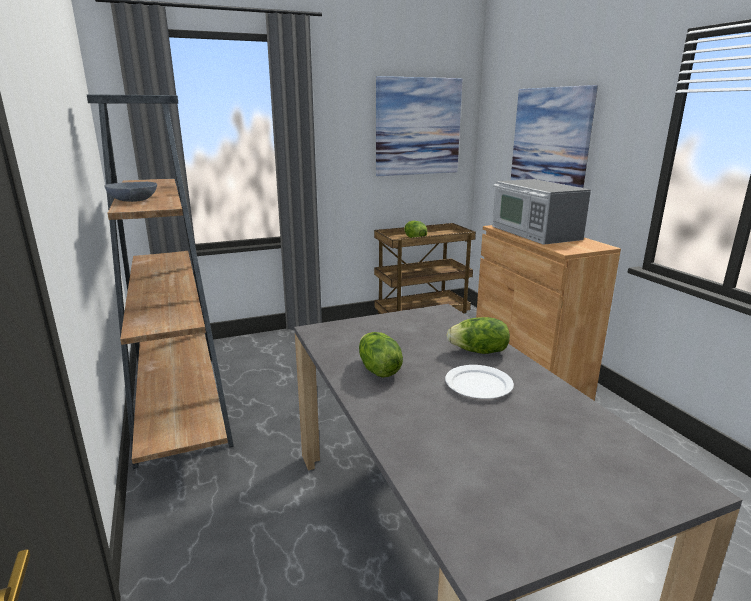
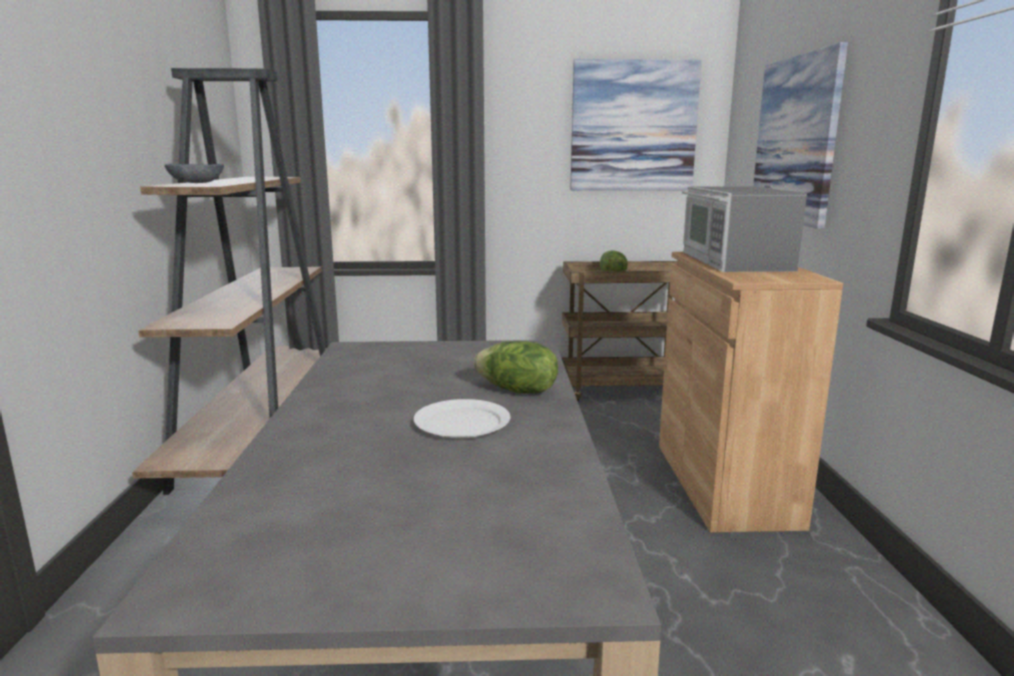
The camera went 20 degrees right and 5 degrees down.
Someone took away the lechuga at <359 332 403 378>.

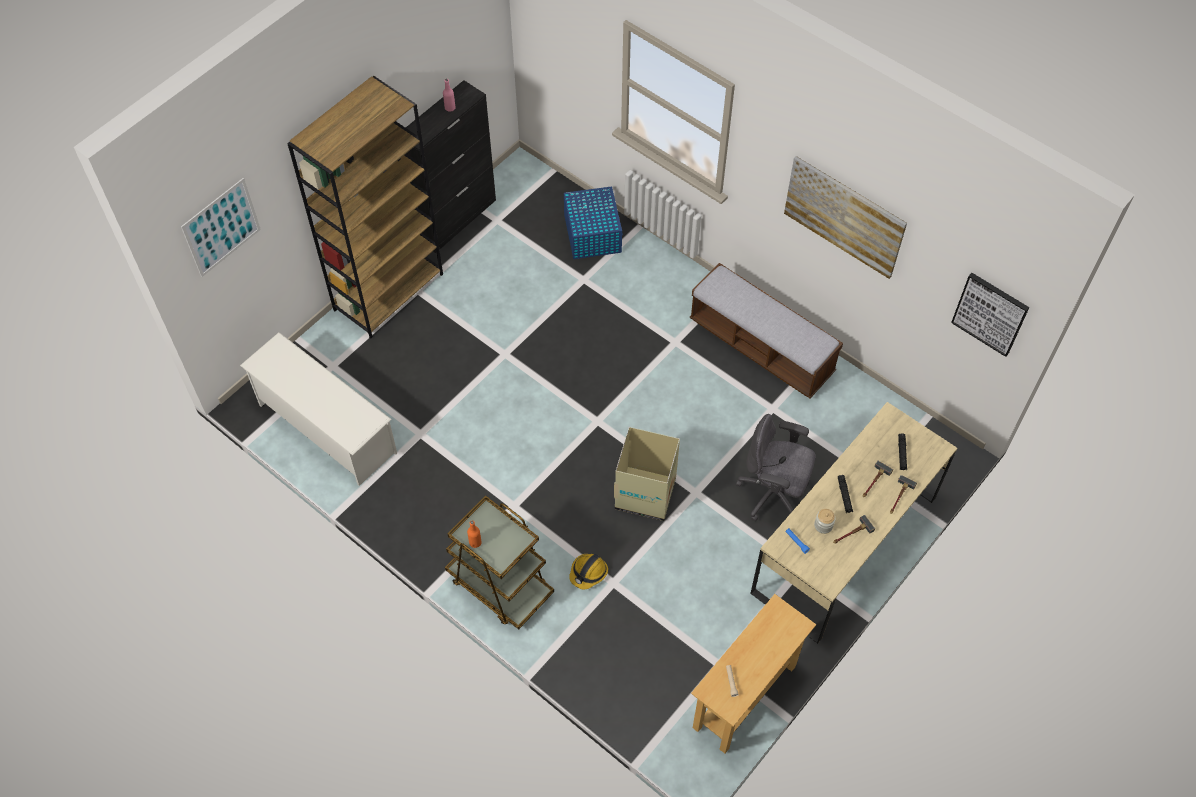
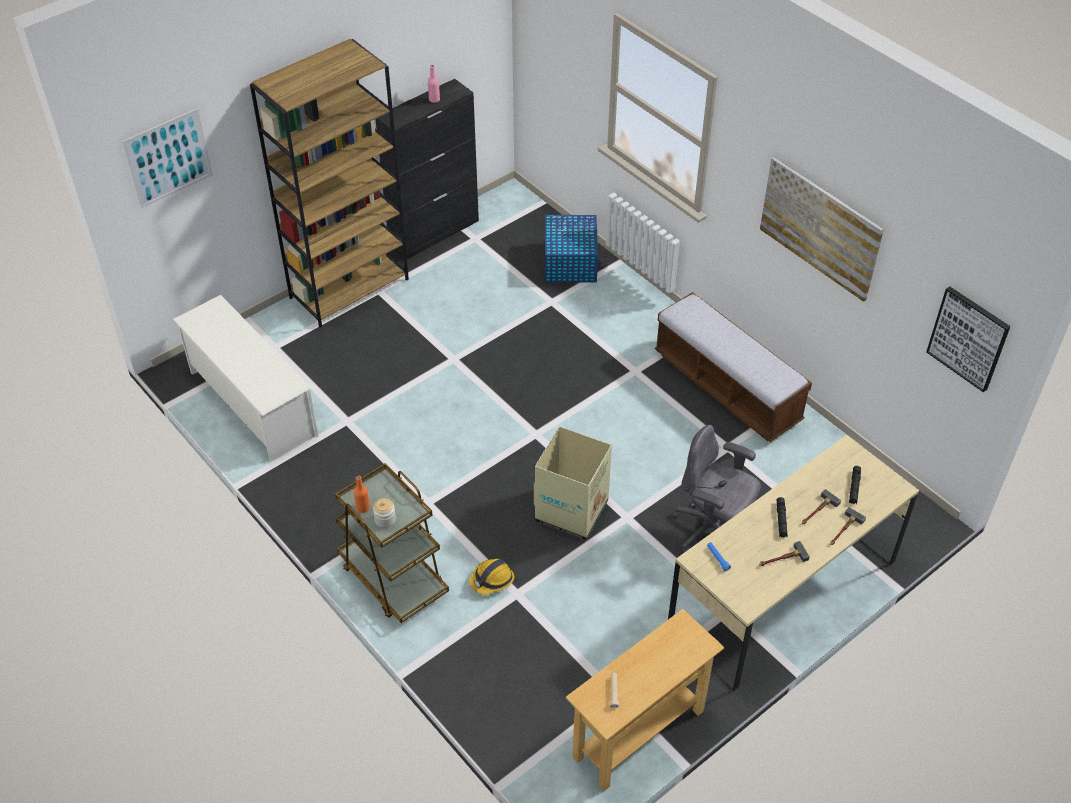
The camera went 10 degrees right and 10 degrees down.
Someone carried the tarro from <814 509 836 534> to <373 498 396 528>.

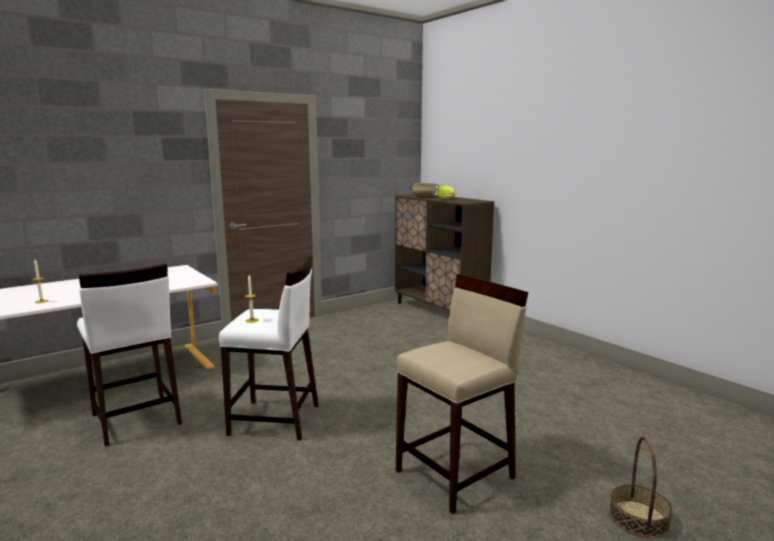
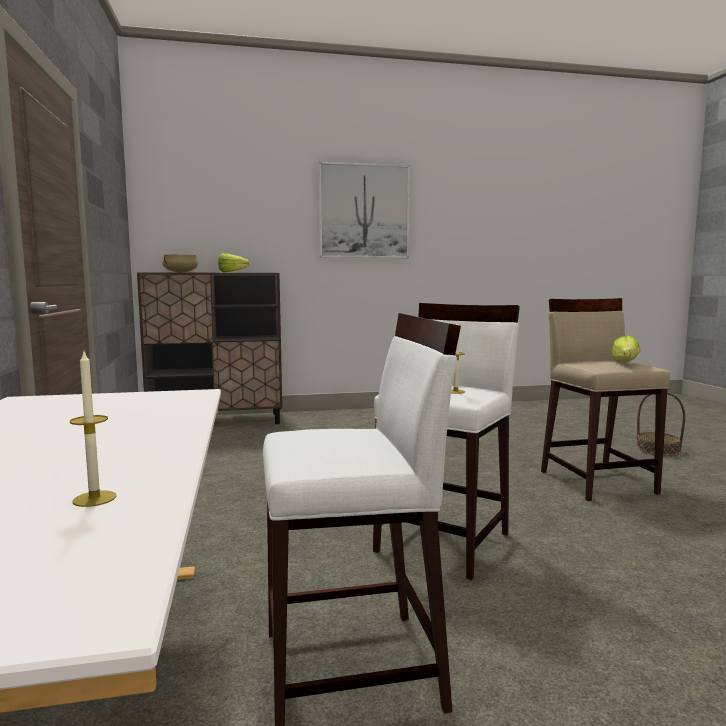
The camera went 65 degrees left and 5 degrees down.
Someone put up the cuadro at <319 161 410 258>.
Someone put down the lechuga at <611 335 640 362>.

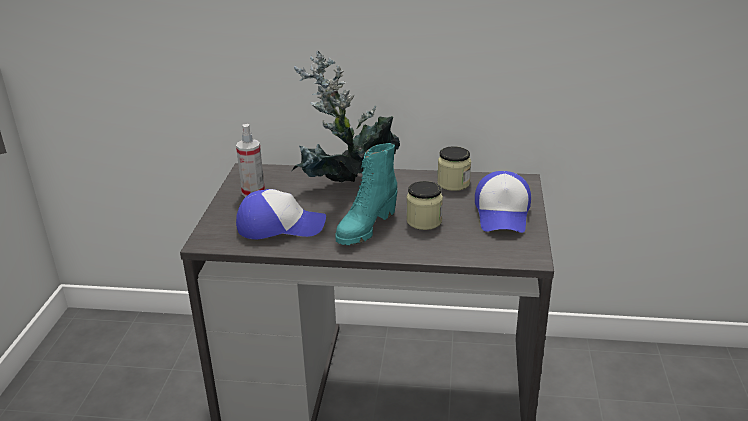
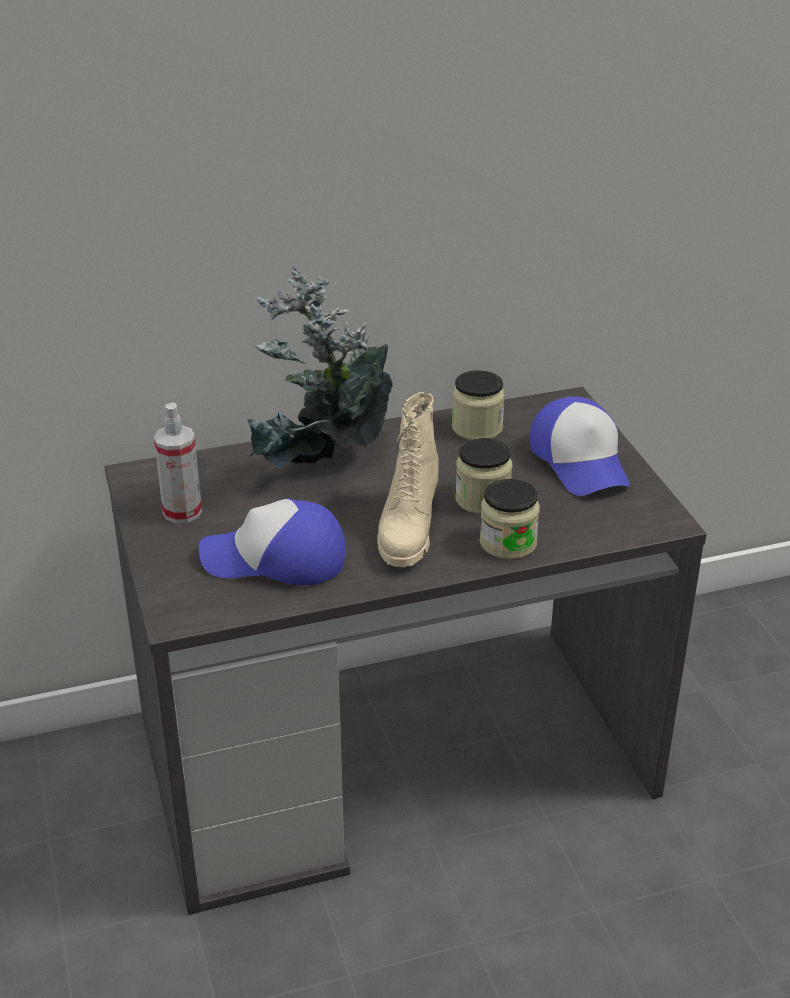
The camera went 25 degrees left and 5 degrees up.
Someone put down the tarro at <480 479 540 559>.
Someone repainted the bota/turquesa at <335 143 397 245>, which became the bota/beis at <377 392 439 568>.
Someone rotated the gorra at <236 189 326 239> by 150 degrees counterclockwise.

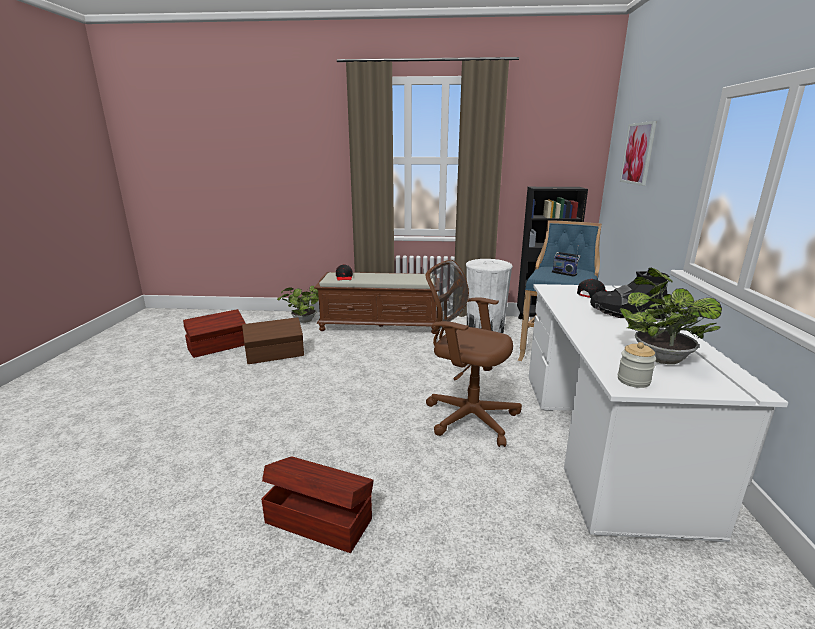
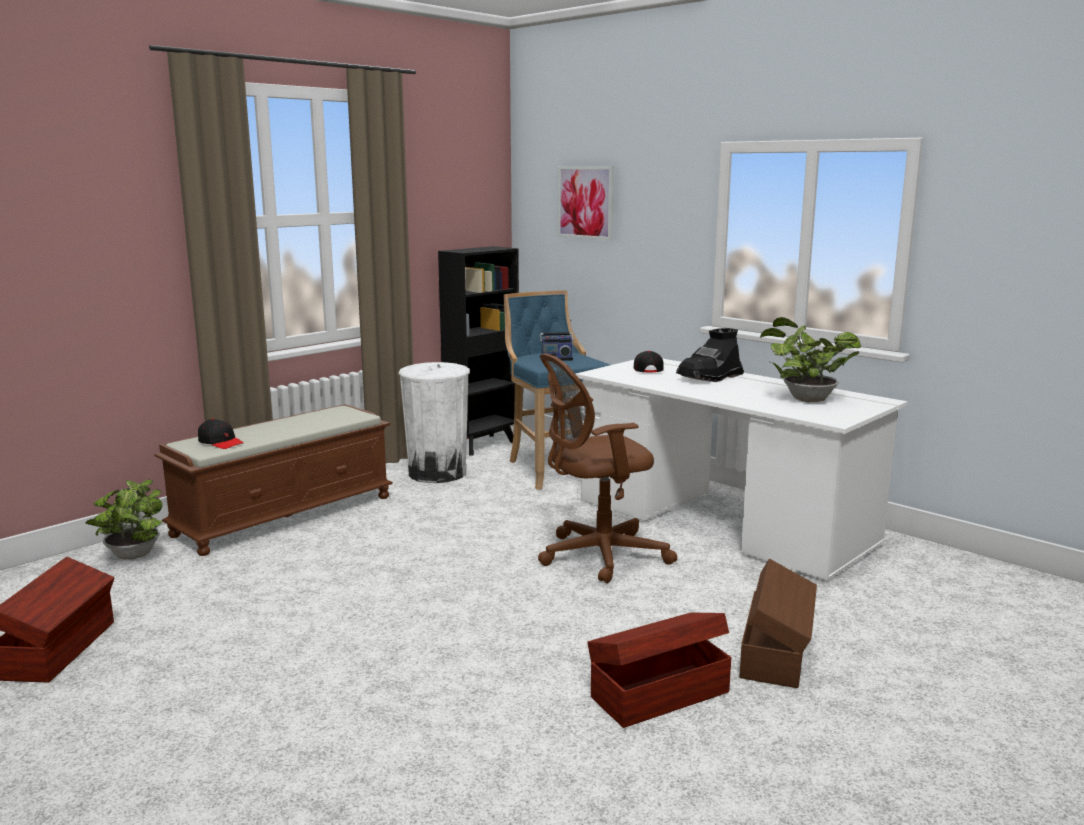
The camera went 50 degrees left and 5 degrees down.
Someone took away the tarro at <618 342 656 388>.
Someone carried the caja de almacenaje/marrón from <242 317 304 364> to <740 559 817 688>.

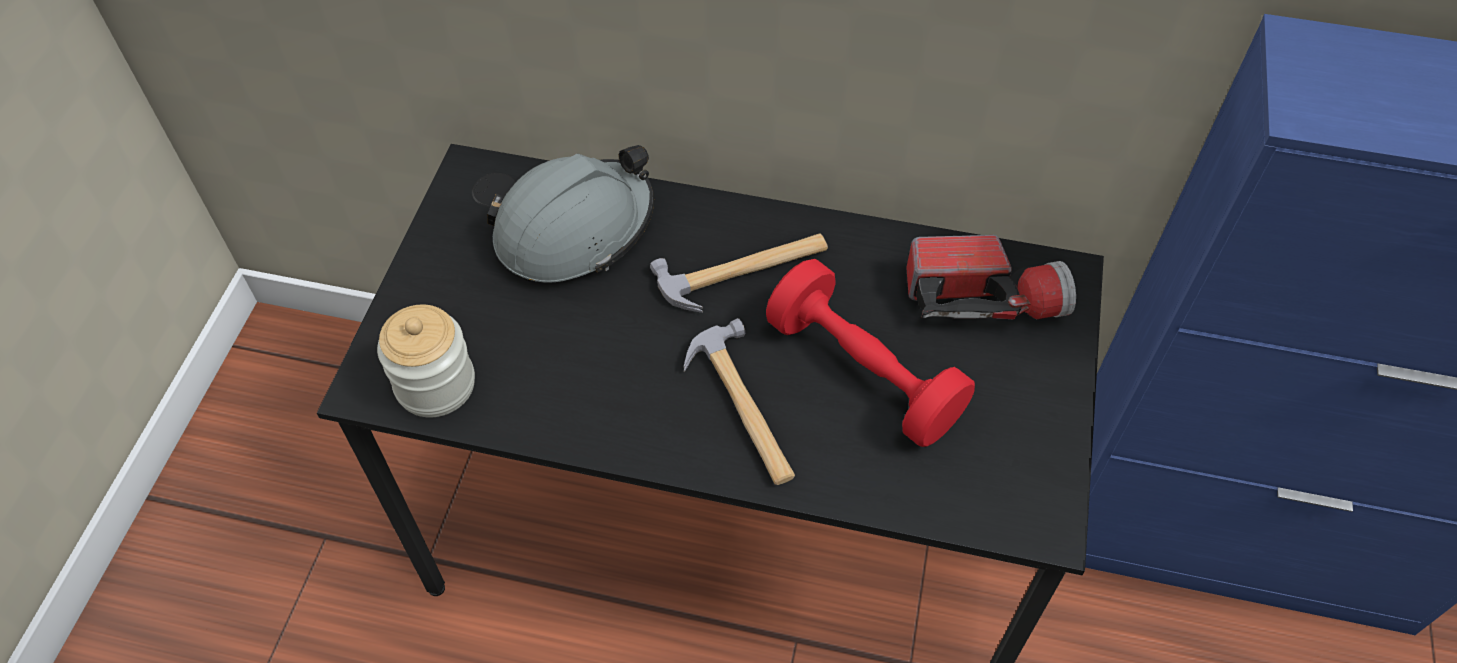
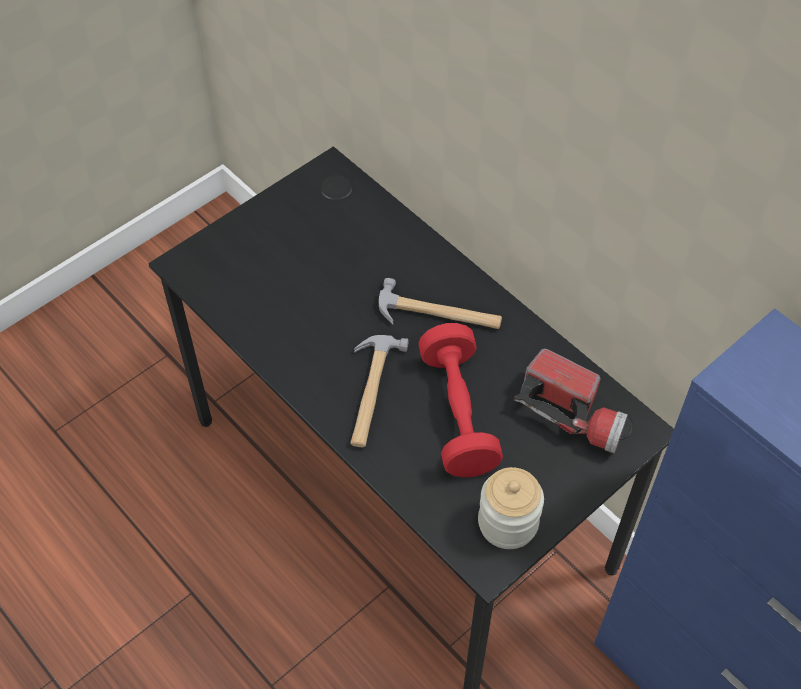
The camera went 35 degrees right and 0 degrees up.
Someone took away the casco/gris at <487 145 654 283>.
Someone carried the tarro from <377 304 475 417> to <478 467 544 549>.

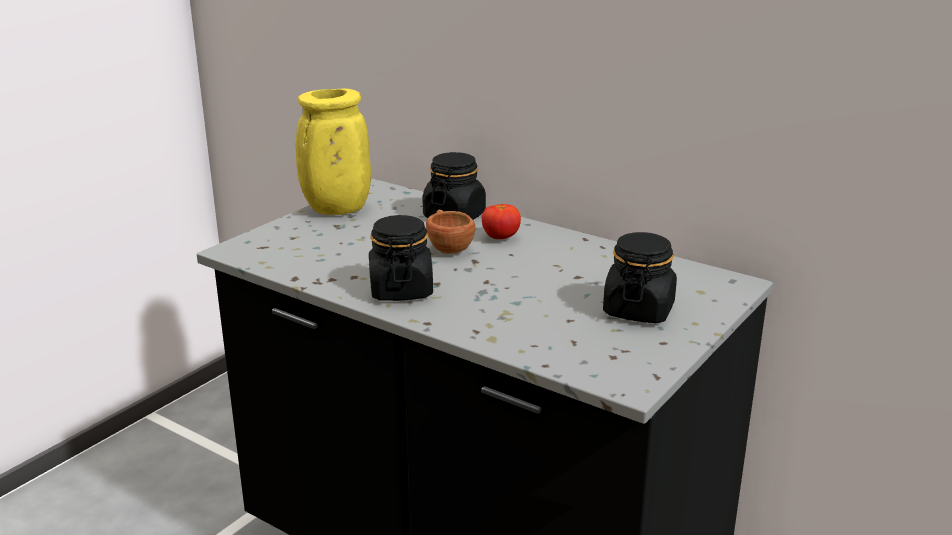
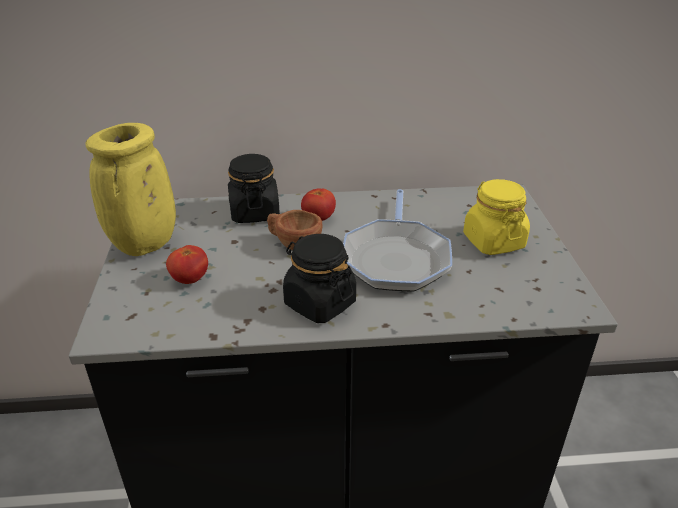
The camera went 40 degrees left and 10 degrees up.
Someone put down the tomate at <166 245 208 284>.
Someone put down the sartén at <343 189 452 292>.
Someone repainted the tarro/negro at <603 232 677 323>, which became the tarro/amarillo at <463 179 530 255>.

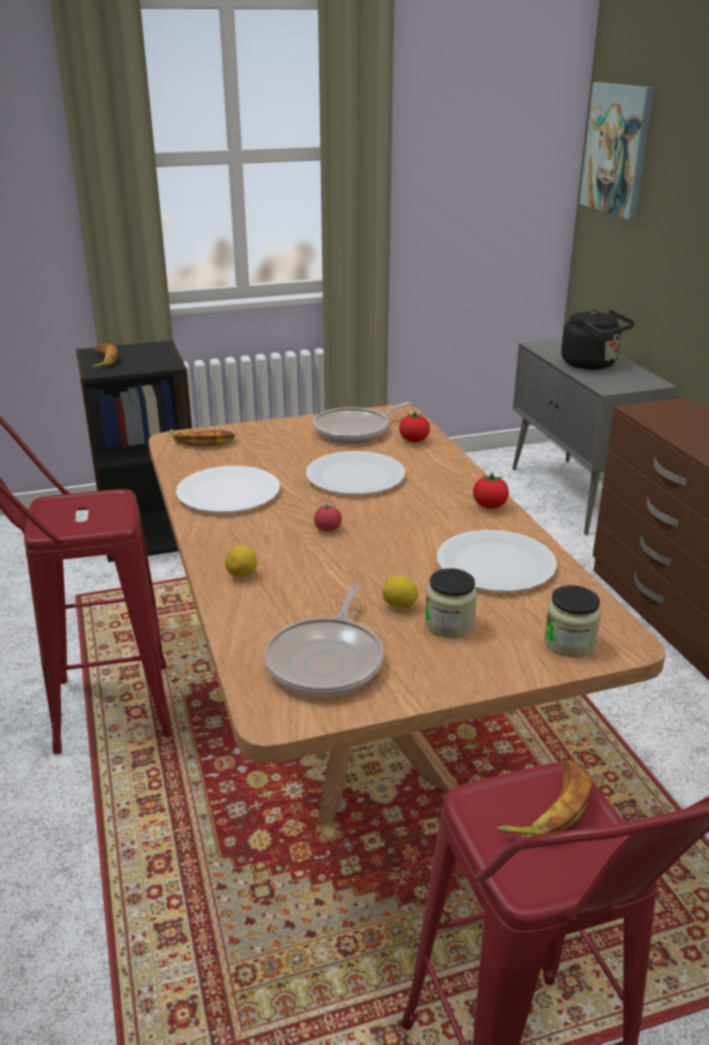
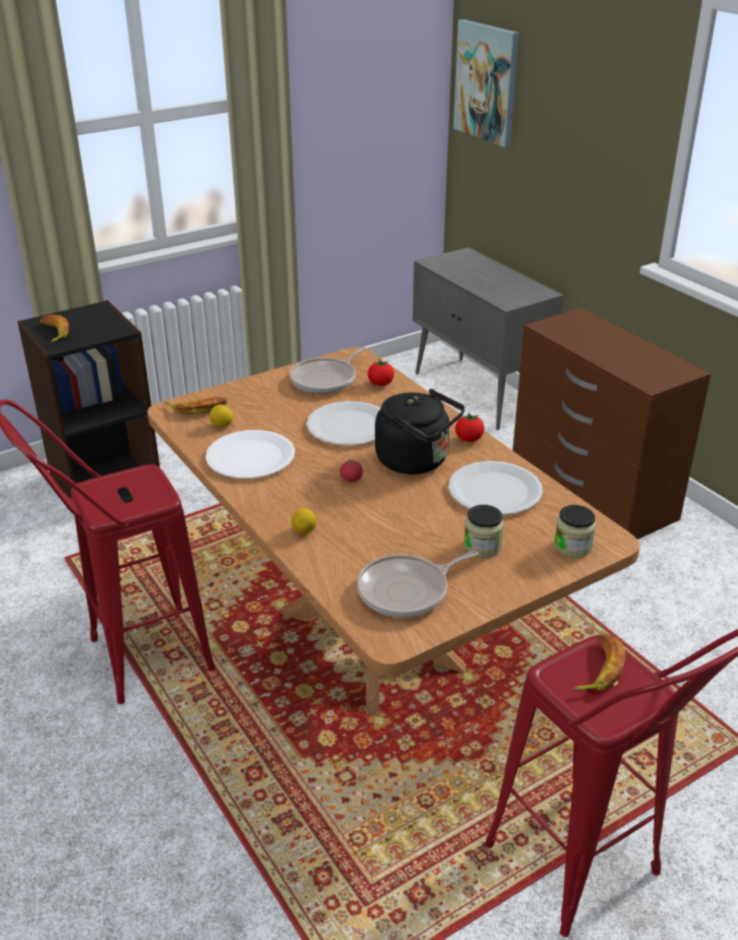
The camera went 15 degrees left and 5 degrees up.
Someone carried the limón from <382 574 419 609> to <209 405 234 427>.
Someone carried the hervidor/negro from <561 309 635 370> to <375 389 465 474>.
Someone rotated the sartén at <264 585 384 696> by 60 degrees clockwise.

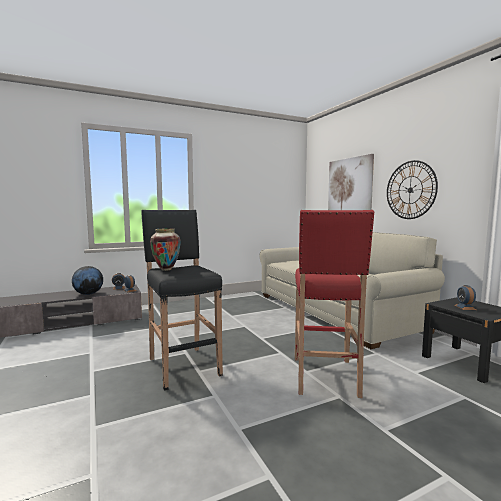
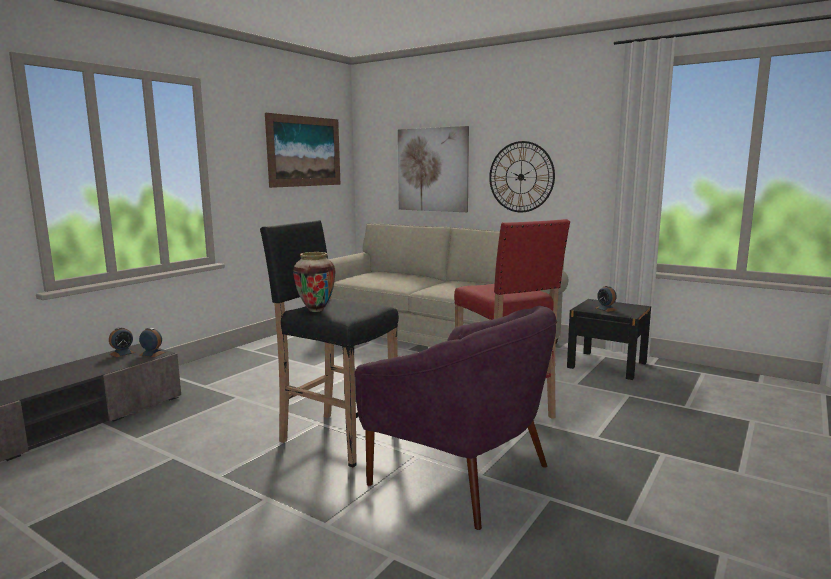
The camera went 30 degrees left and 5 degrees up.
Someone took away the globo terráqueo at <72 266 103 295>.
Someone put up the cuadro at <265 113 341 188>.
Someone put down the sillón/morado at <354 306 557 530>.

